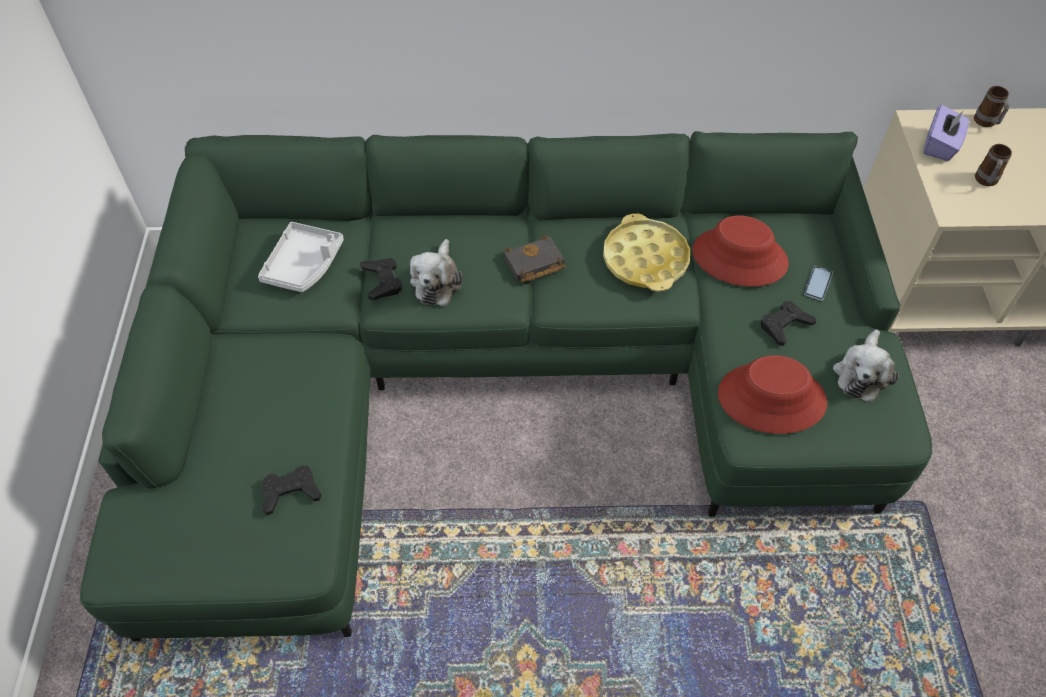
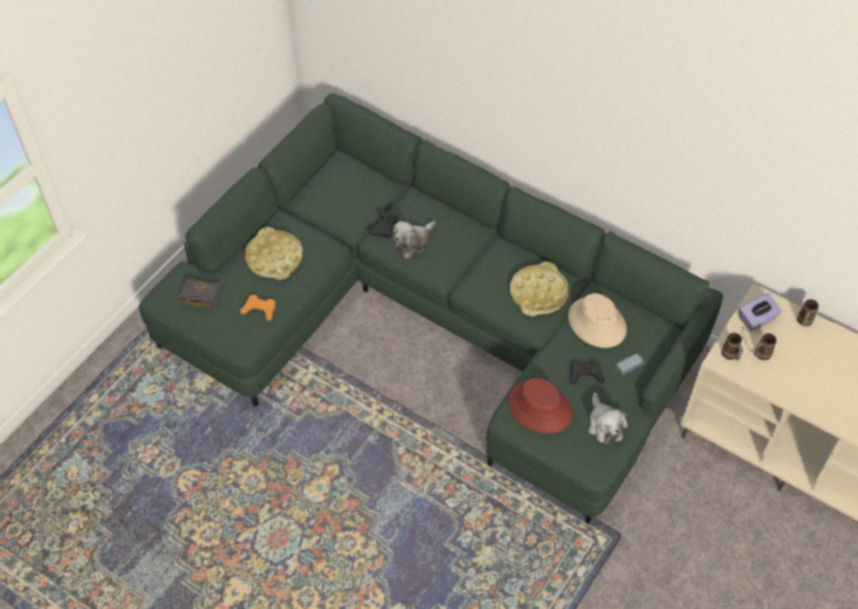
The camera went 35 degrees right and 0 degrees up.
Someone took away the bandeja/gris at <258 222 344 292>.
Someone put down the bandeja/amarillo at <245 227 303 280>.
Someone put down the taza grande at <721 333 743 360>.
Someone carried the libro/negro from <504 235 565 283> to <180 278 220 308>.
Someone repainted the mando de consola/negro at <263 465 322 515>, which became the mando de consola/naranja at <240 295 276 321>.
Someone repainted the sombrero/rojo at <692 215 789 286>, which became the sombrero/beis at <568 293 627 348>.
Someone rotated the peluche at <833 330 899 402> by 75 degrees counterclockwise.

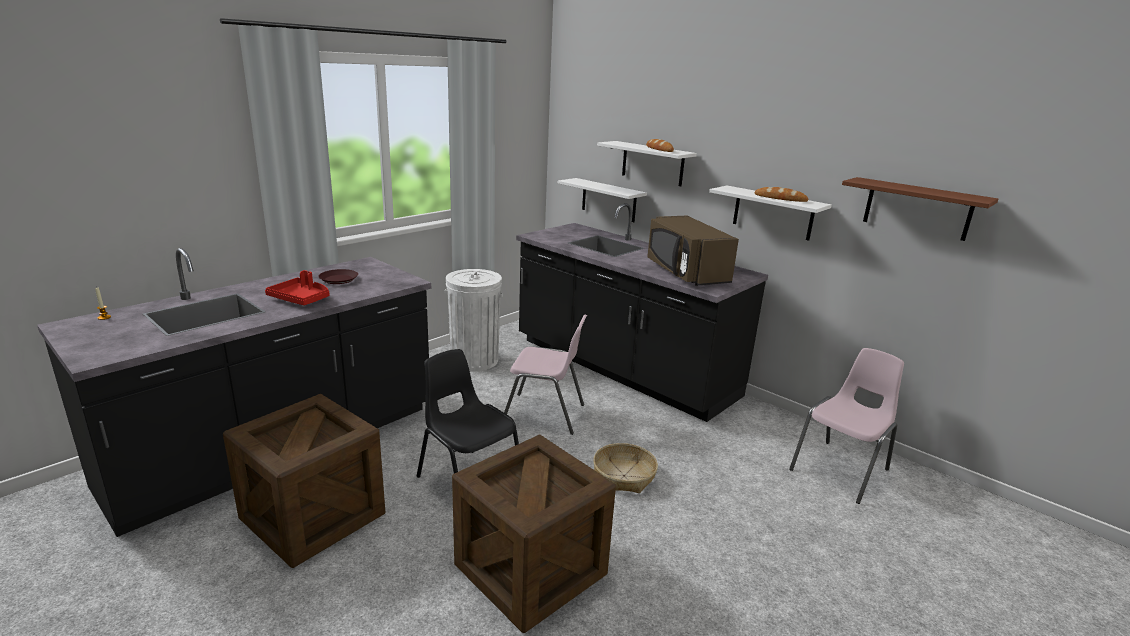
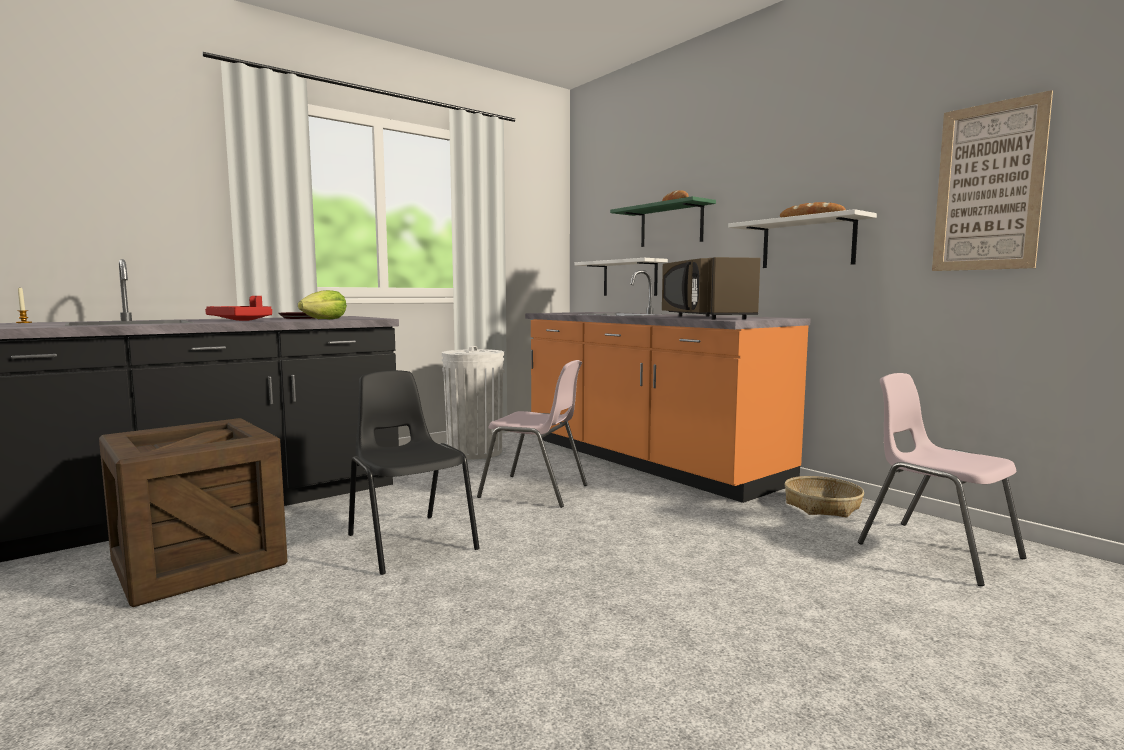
The camera went 10 degrees right and 15 degrees down.
Someone took away the caja de embalaje at <452 434 616 633>.
Someone put down the lechuga at <298 290 347 319>.
Someone carried the cesta from <593 443 658 493> to <785 476 864 518>.
Someone swapped the estante/marrón at <842 177 998 241> for the cuadro at <932 90 1053 271>.
Someone repainted the mueble bajo de cocina/negro at <516 203 768 422>, which became the mueble bajo de cocina/naranja at <525 270 811 503>.
Someone repainted the estante/blanco at <597 141 697 186>, which became the estante/verde at <610 196 716 247>.
Someone rotated the silla/rosa at <789 348 904 504> by 90 degrees counterclockwise.

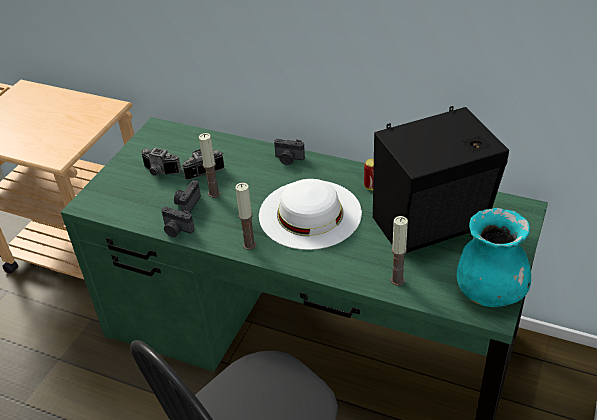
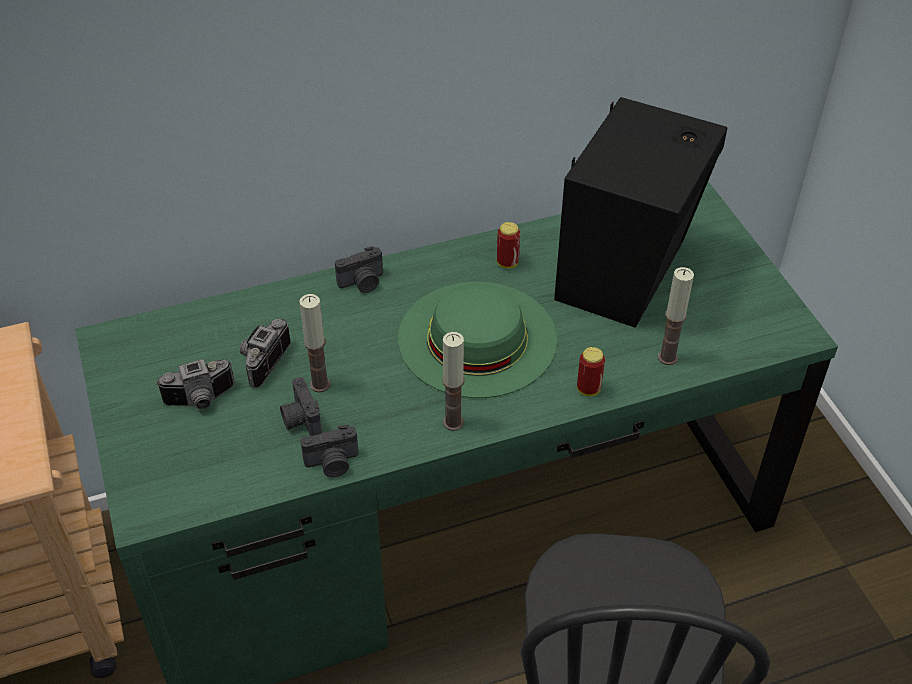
The camera went 45 degrees left and 5 degrees up.
Someone took away the florero/turquesa at <457 208 531 307>.
Someone put down the lata at <577 347 605 396>.
Someone repainted the sombrero/blanco at <259 179 362 250>, which became the sombrero/verde at <398 282 557 398>.

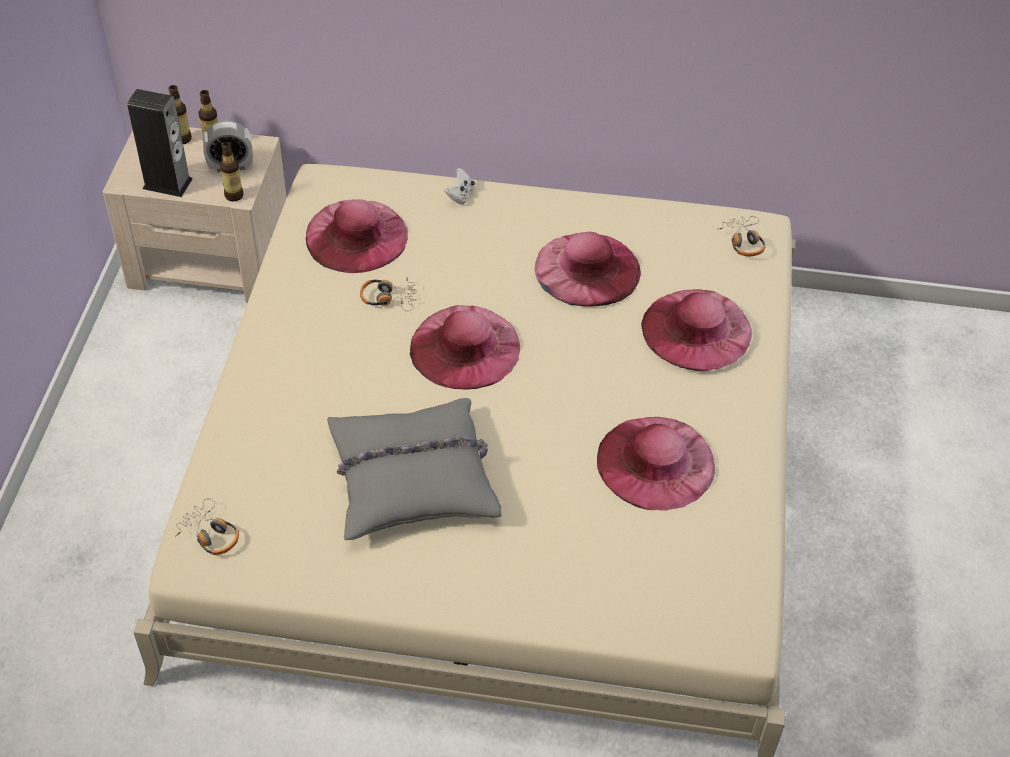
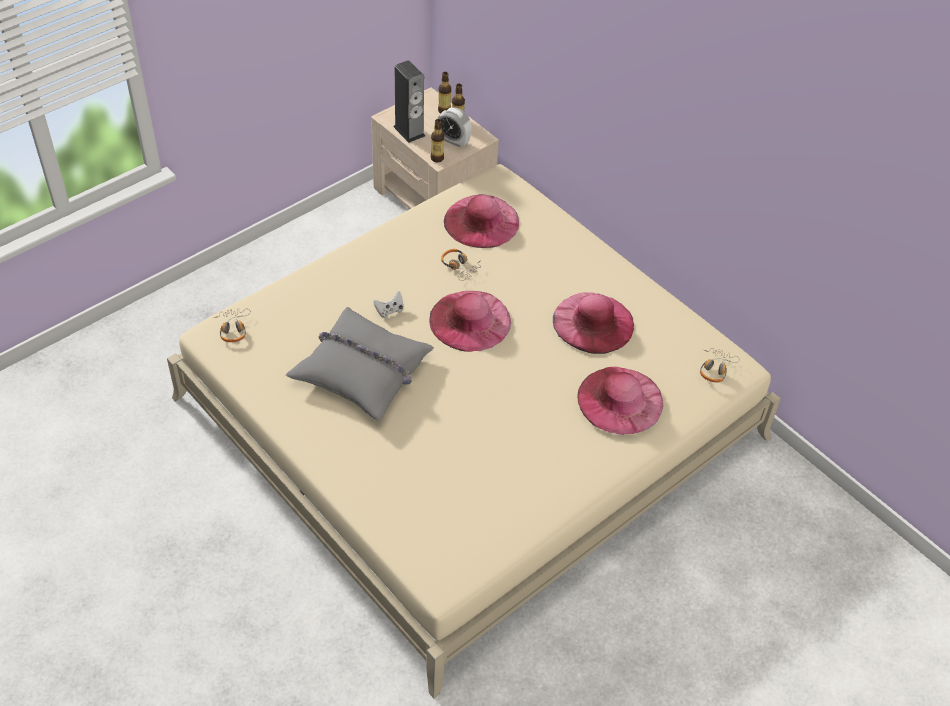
The camera went 40 degrees right and 0 degrees up.
Someone took away the sombrero/rosa at <597 417 715 511>.
Someone carried the mando de consola/blanco from <445 168 475 204> to <373 291 403 318>.

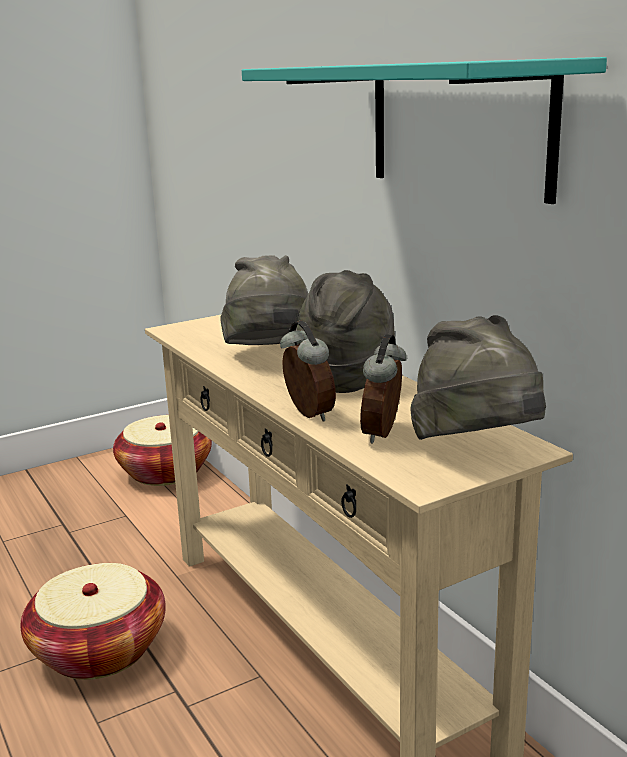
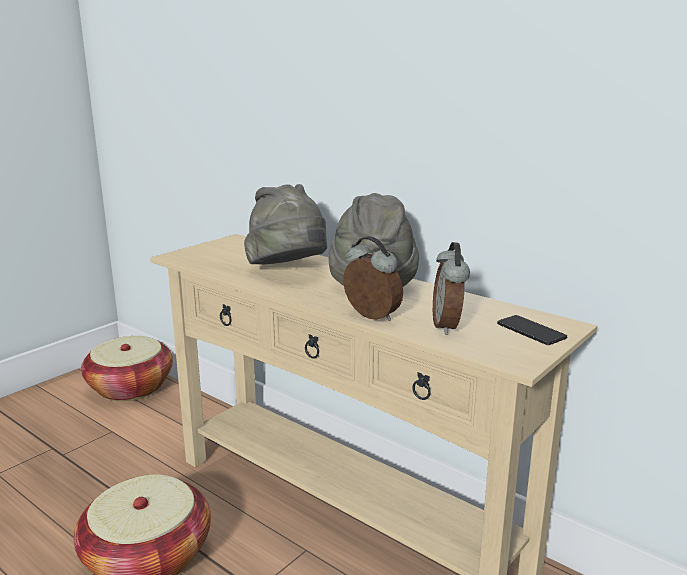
The camera went 20 degrees left and 0 degrees up.
Someone took away the estante/turquesa at <242 57 607 204>.
Someone swapped the sombrero/gris at <410 315 546 440> for the móvil at <497 315 567 345>.

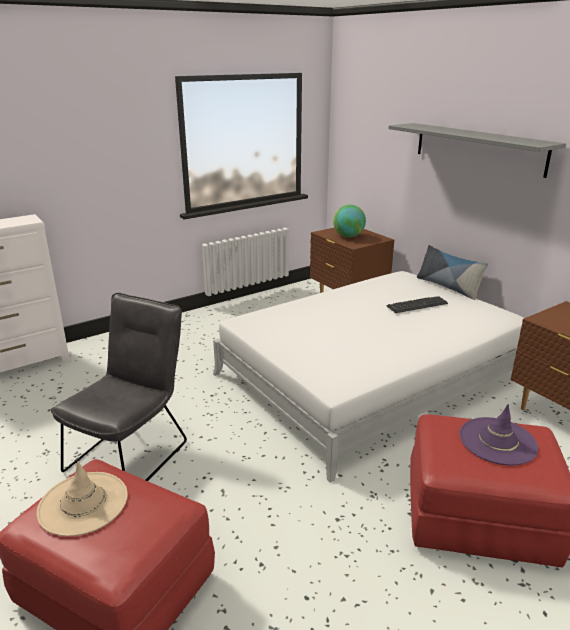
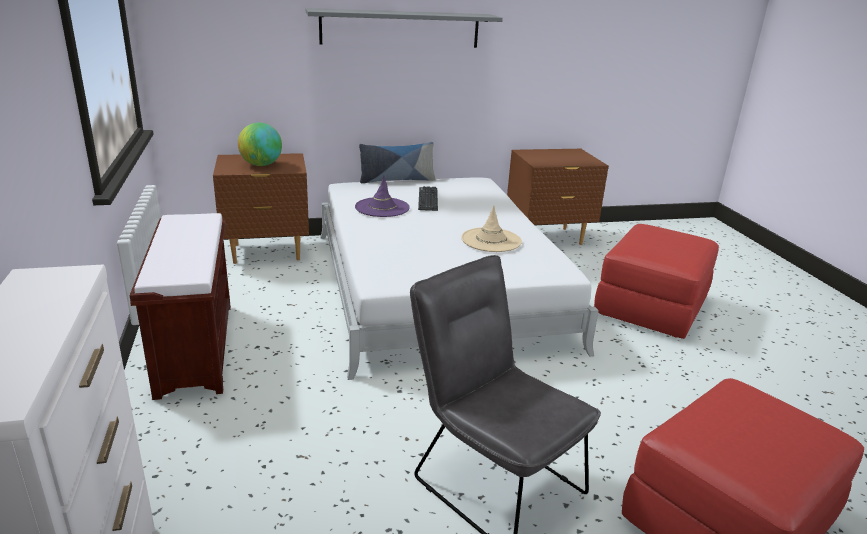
The camera went 70 degrees left and 0 degrees up.
Someone put down the banco/marrón at <129 213 231 400>.
Someone carried the sombrero/beis from <37 461 128 536> to <461 206 522 252>.
Someone carried the sombrero/morado from <459 404 538 465> to <355 176 410 217>.

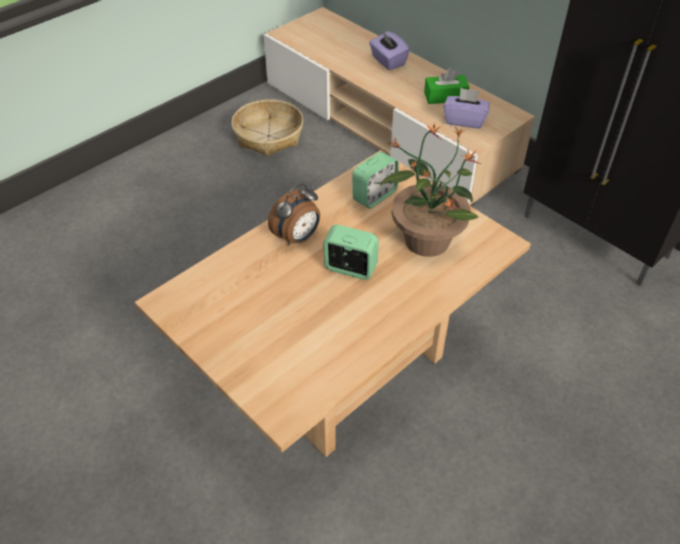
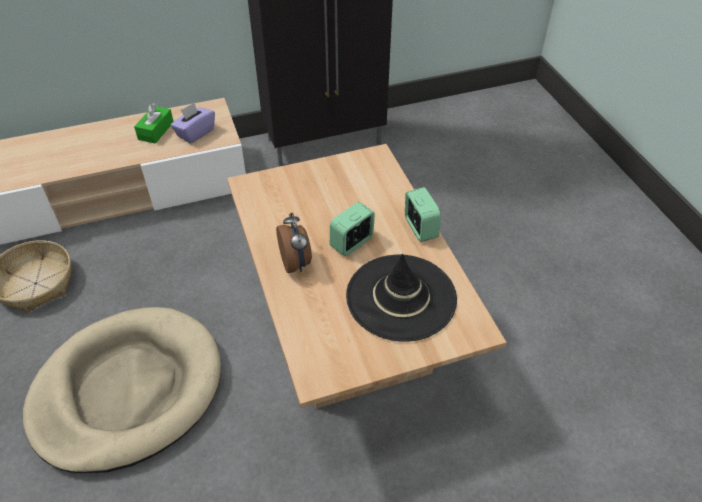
The camera went 65 degrees left and 0 degrees up.
Someone took away the caja de pañuelos/morado at <369 31 410 70>.
Someone took away the planta en maceta at <379 123 481 257>.
Someone put down the cama para perro/beis at <23 307 221 473>.
Someone put down the sombrero/negro at <346 254 457 342>.
Someone carried the despertador from <352 152 399 209> to <405 187 441 242>.

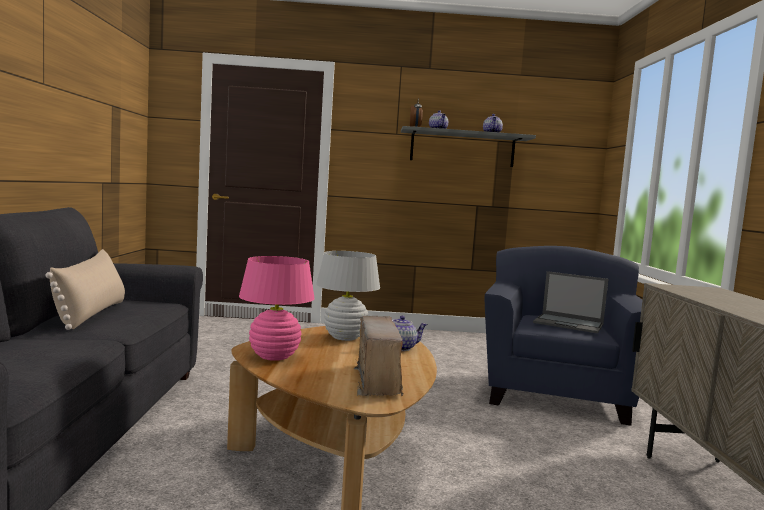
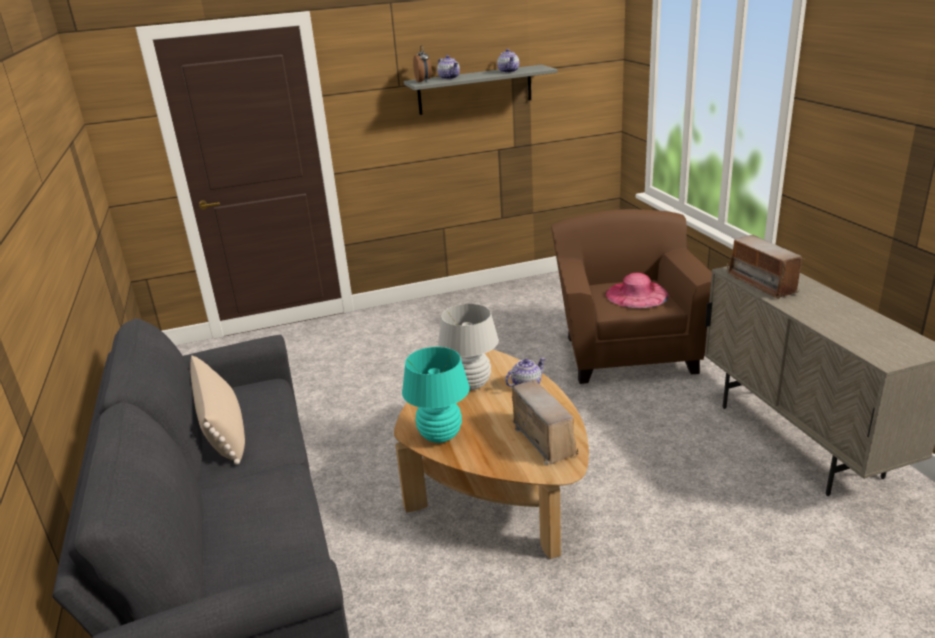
The camera went 15 degrees left and 20 degrees up.
Someone put down the radio at <727 235 805 299>.
Someone swapped the portátil at <533 271 608 333> for the sombrero/rosa at <606 272 669 308>.
Someone repainted the lámpara de mesa/rosa at <239 256 315 361>, which became the lámpara de mesa/turquesa at <402 347 470 443>.
Someone repainted the sillón/azul at <484 246 642 426>, which became the sillón/marrón at <551 209 712 384>.

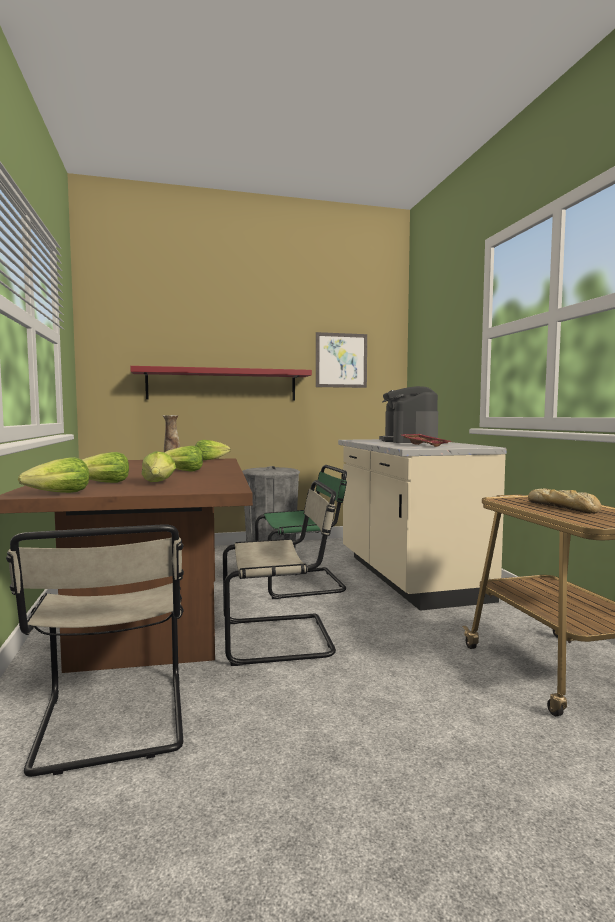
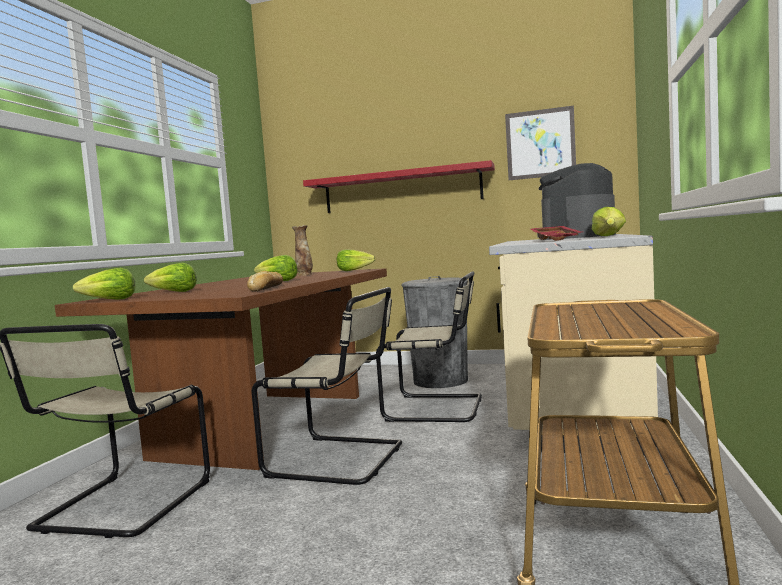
The camera went 30 degrees right and 0 degrees up.
Someone carried the lechuga from <142 451 176 482> to <592 207 626 236>.
Someone carried the pan from <528 488 602 514> to <247 271 283 292>.
Someone repainted the silla/verde at <255 465 347 599>, which became the silla/beis at <376 271 482 422>.

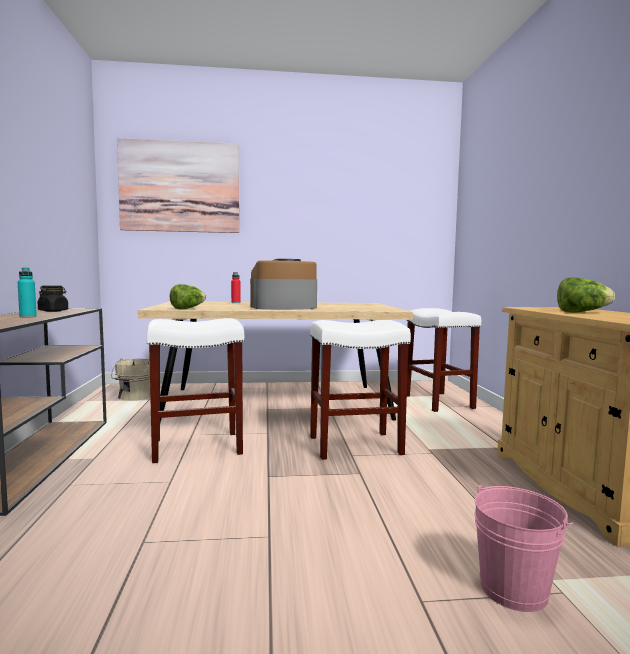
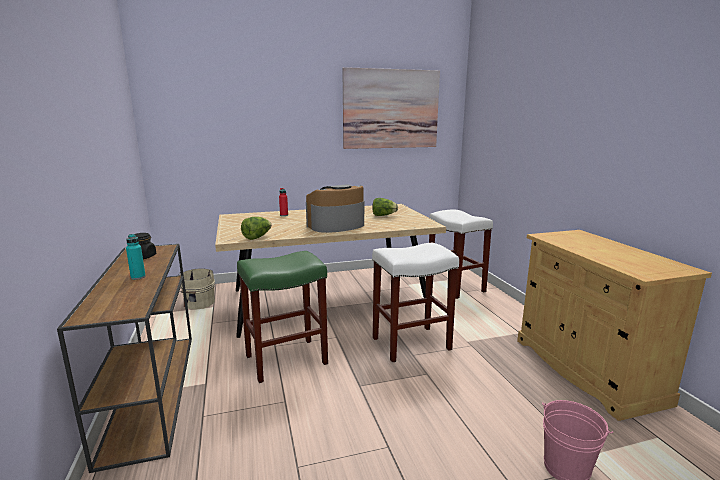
The camera went 10 degrees left and 10 degrees up.
Someone carried the cuadro from <117 138 239 233> to <342 67 440 149>.
Someone carried the lechuga from <557 277 615 313> to <372 198 398 216>.
Someone repainted the taburete/blanco at <147 318 244 463>, which became the taburete/verde at <237 251 328 383>.

